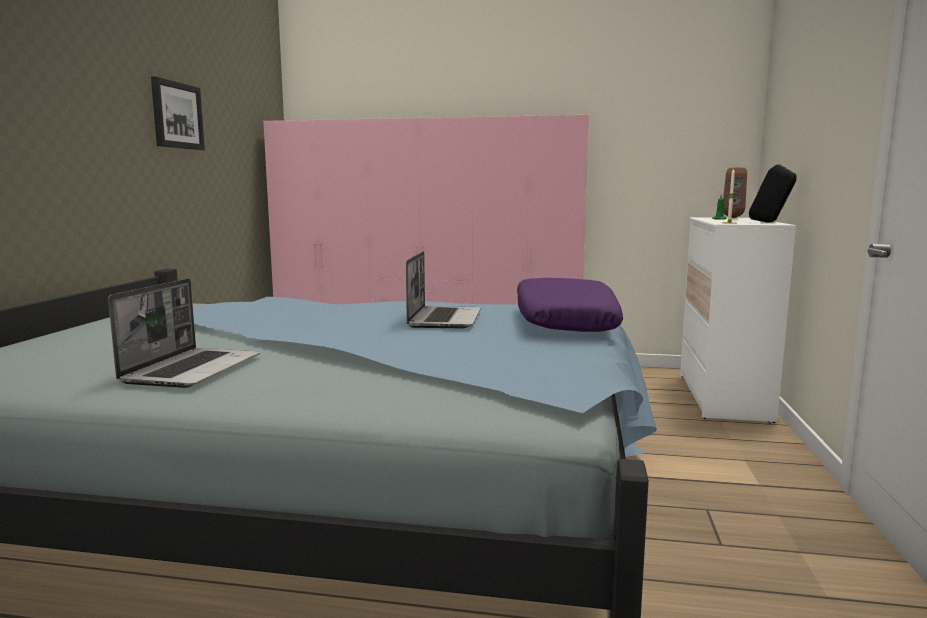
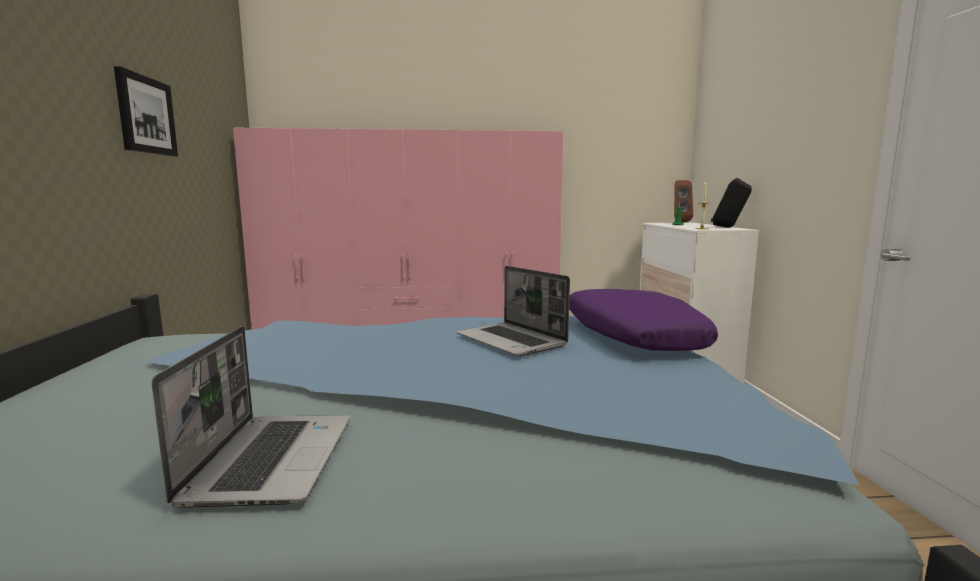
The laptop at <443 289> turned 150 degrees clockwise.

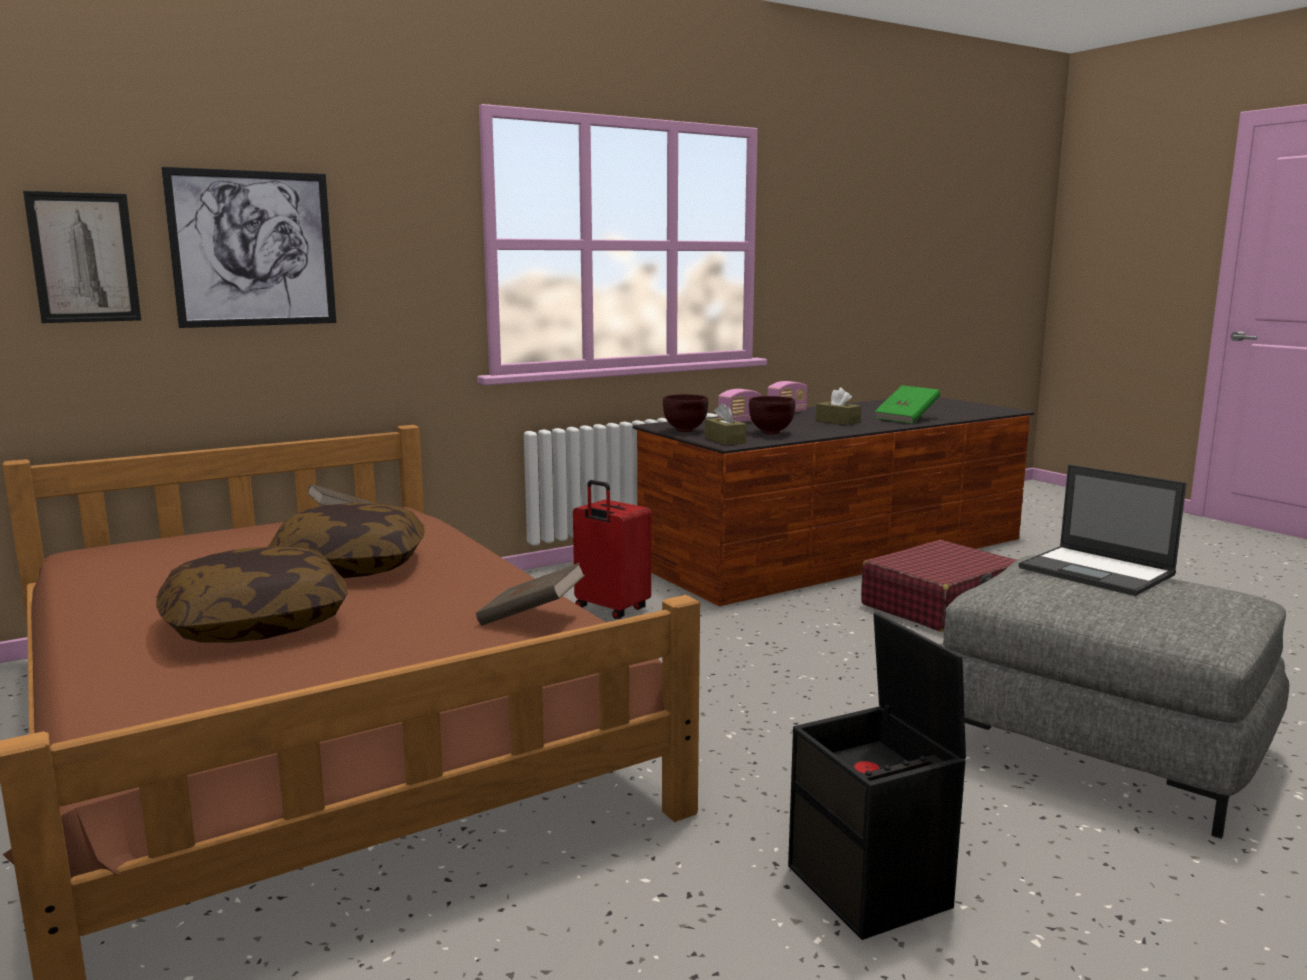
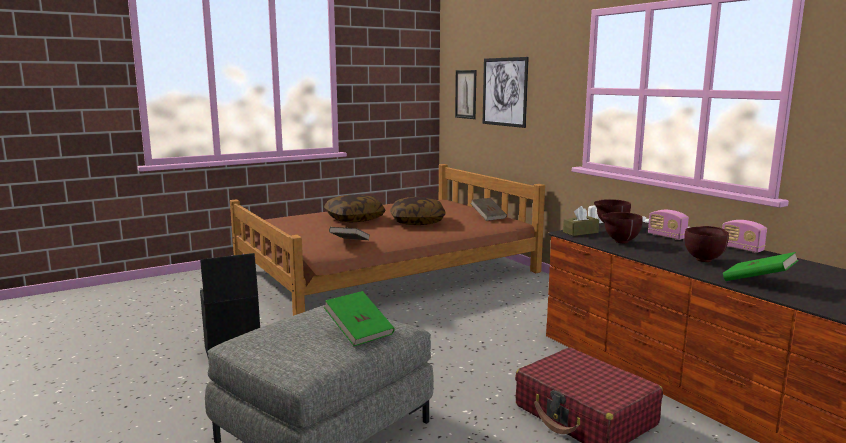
The laptop at <1103 530> was replaced by the book in green at <359 318>.
The tissue box in brown at <838 406> was replaced by the bowl in brown at <707 244>.
The suitcase in red at <612 549> disappeared.

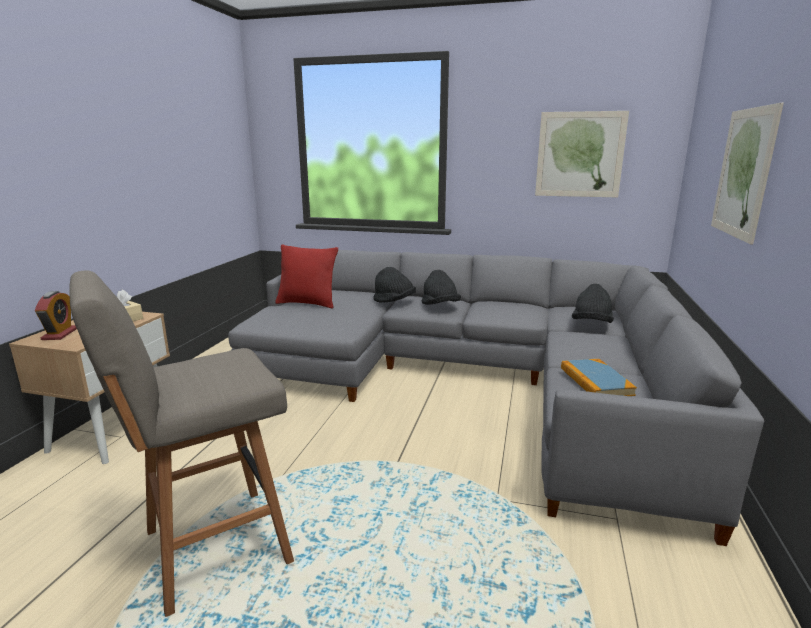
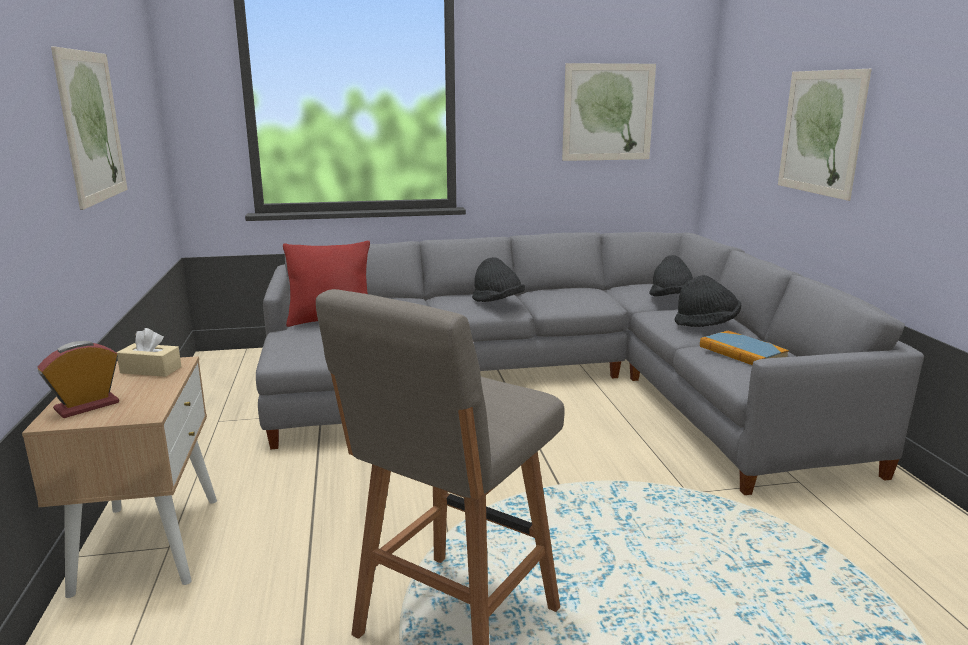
The alarm clock at <56 315> turned 105 degrees counterclockwise.
The picture at <89 128> appeared.
The hat in black moved from <394 284> to <708 301>.

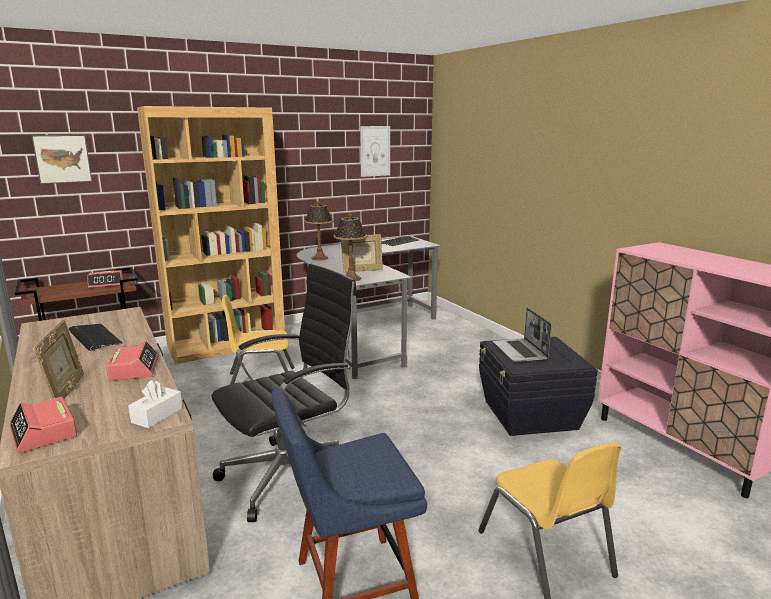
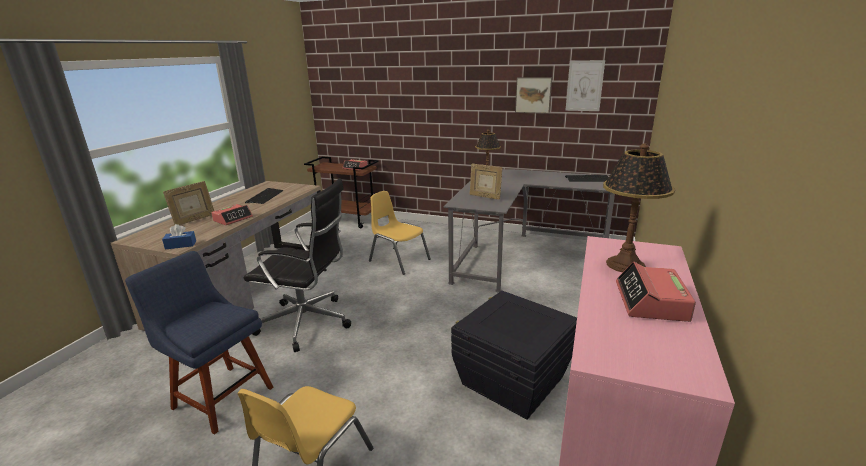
The tissue box in white at <155 404> became the tissue box in blue at <179 237>.
The picture moved from <61 159> to <533 95>.
The table lamp moved from <350 247> to <639 208>.
The alarm clock moved from <43 425> to <656 292>.
The bookcase in brown at <211 235> disappeared.
The laptop at <522 334> disappeared.

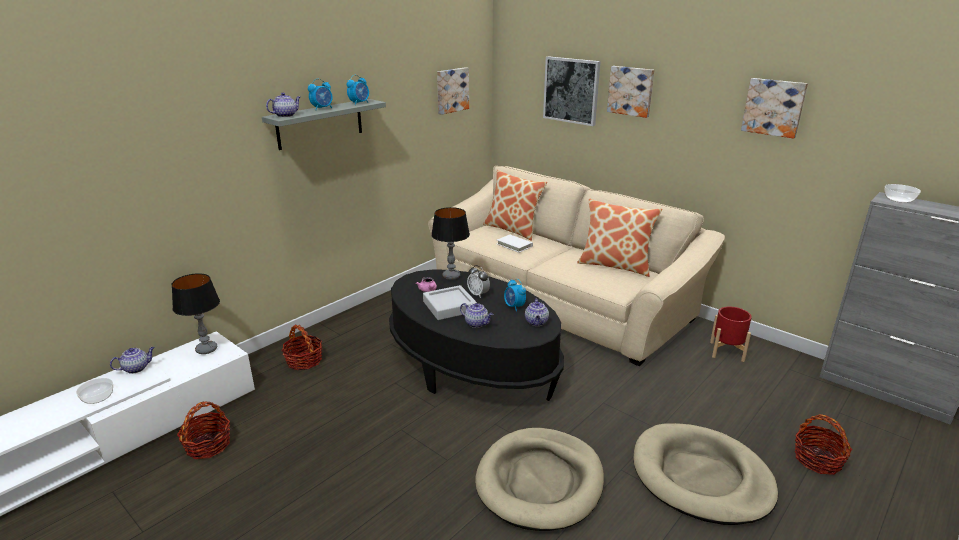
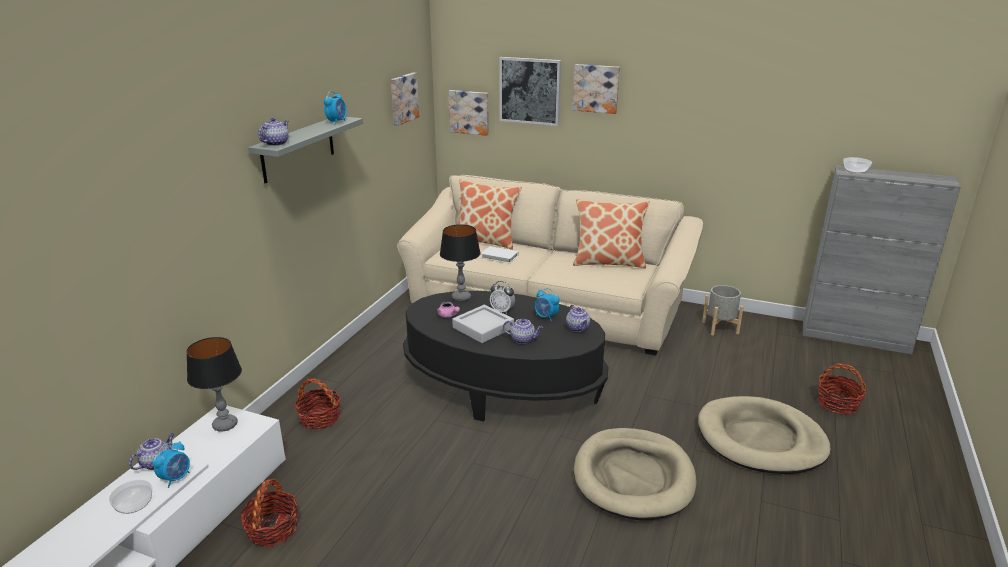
The alarm clock moved from <320 94> to <171 464>.
The picture moved from <774 108> to <468 113>.
The planter in red at <731 334> became the planter in grey at <723 310>.

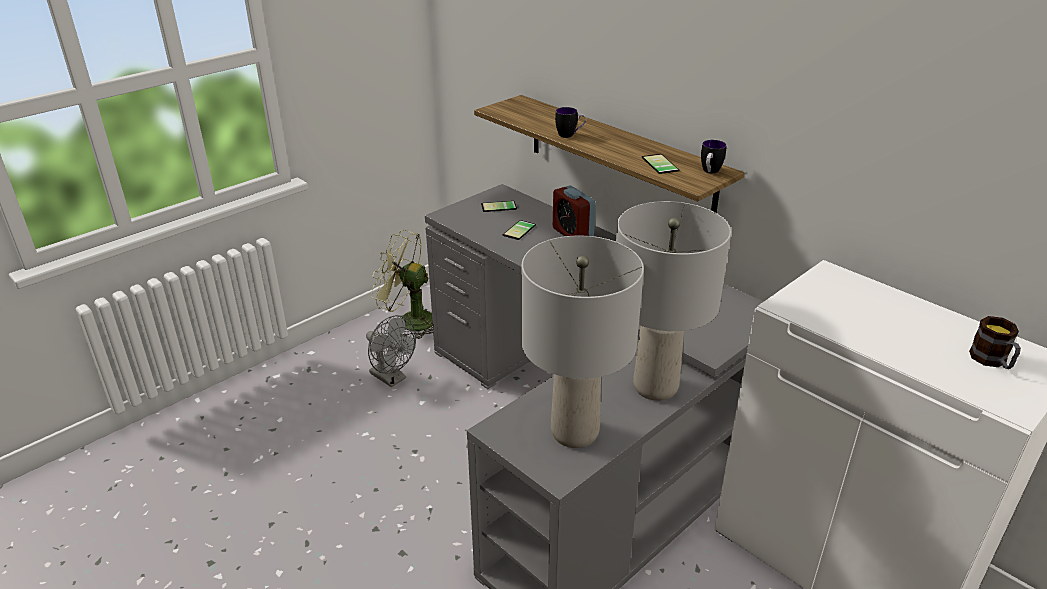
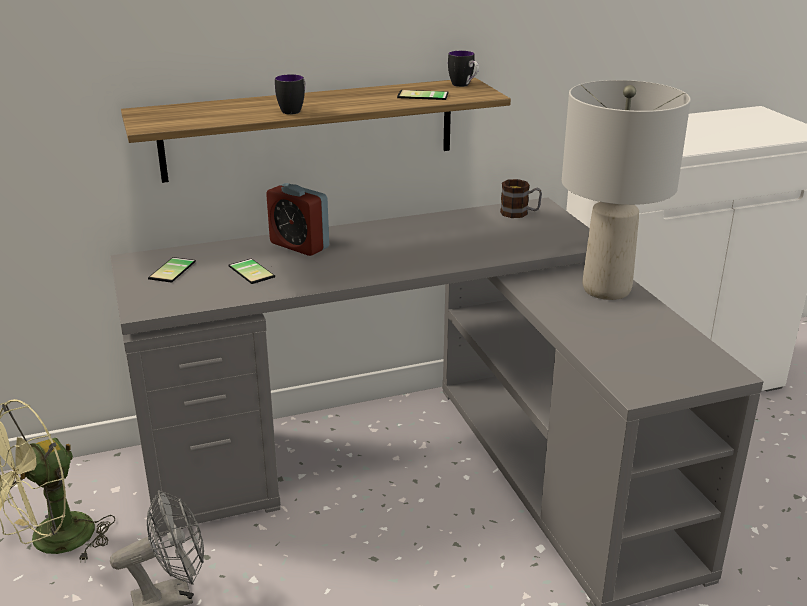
The alarm clock at <574 211> turned 45 degrees clockwise.
The mug moved from <995 342> to <521 198>.
The table lamp in grey at <583 342> disappeared.

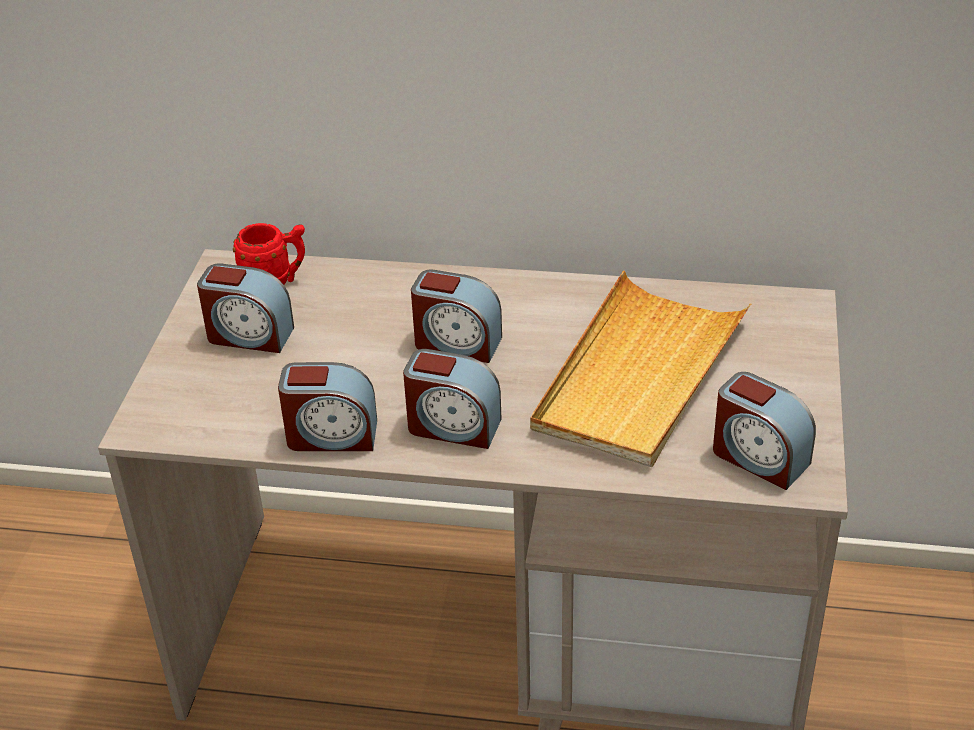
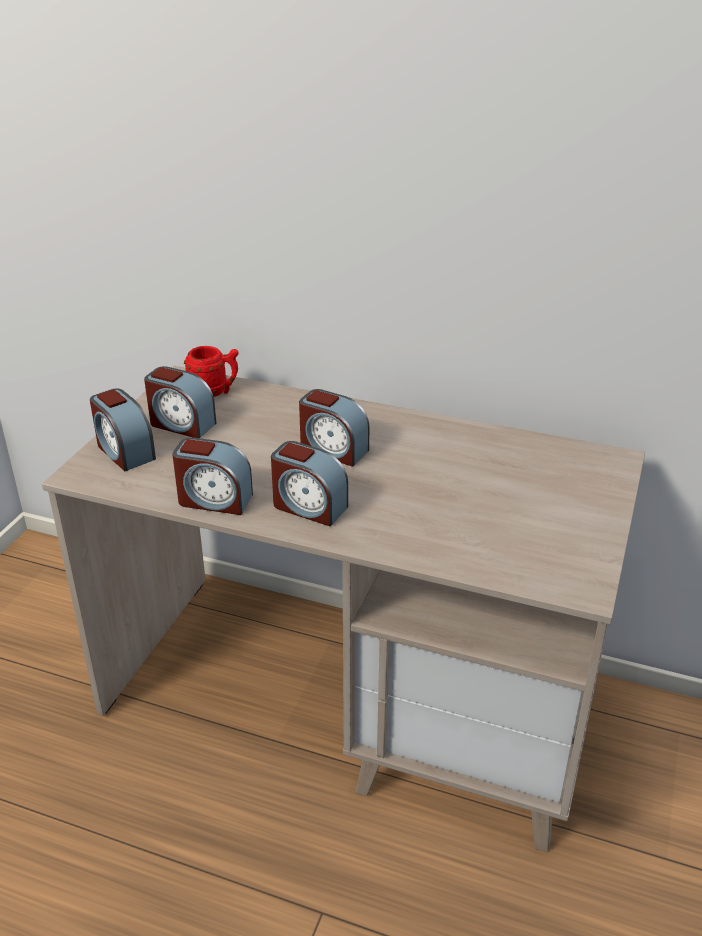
The alarm clock moved from <764 431> to <123 429>.
The tray in beige at <640 369> disappeared.

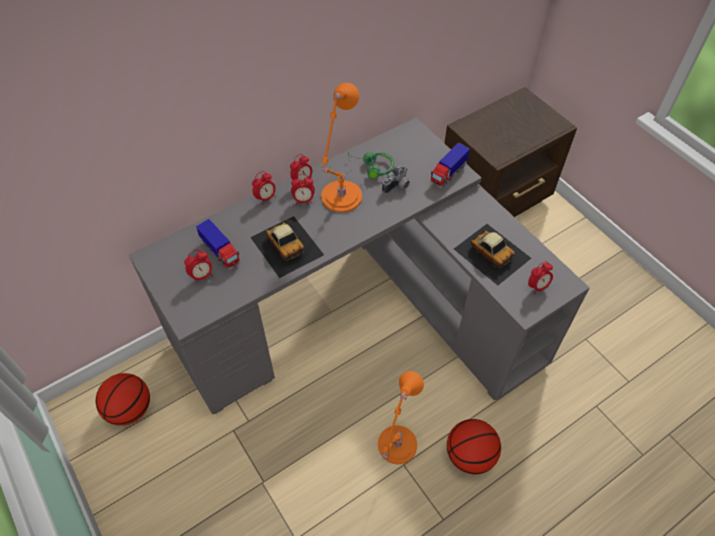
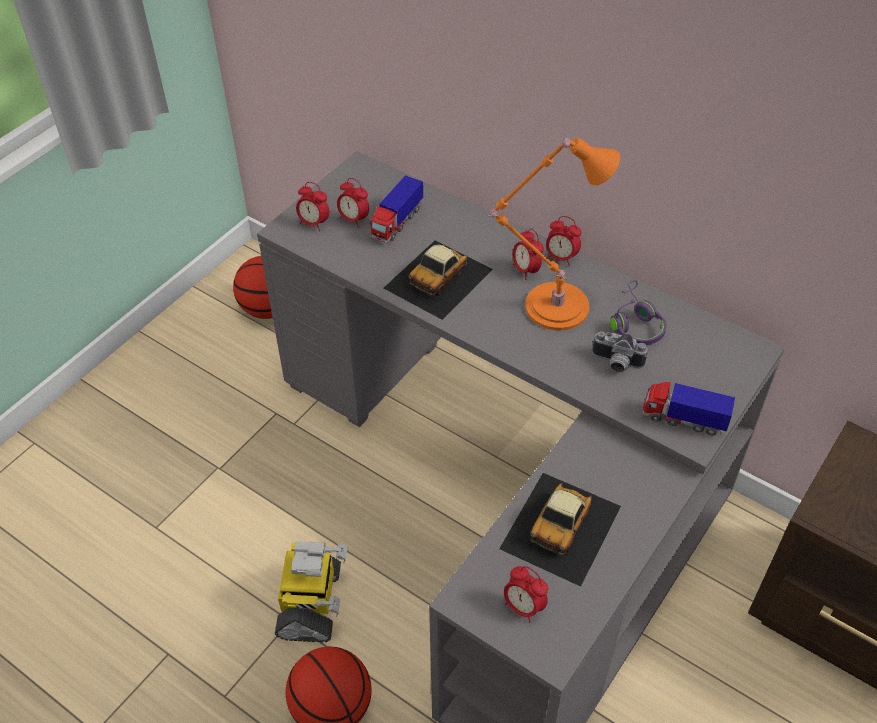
The table lamp in orange at <401 417> was replaced by the toy robot at <311 591>.
The alarm clock moved from <264 188> to <312 206>.
The headphones in green at <371 165> became the headphones in purple at <638 312>.

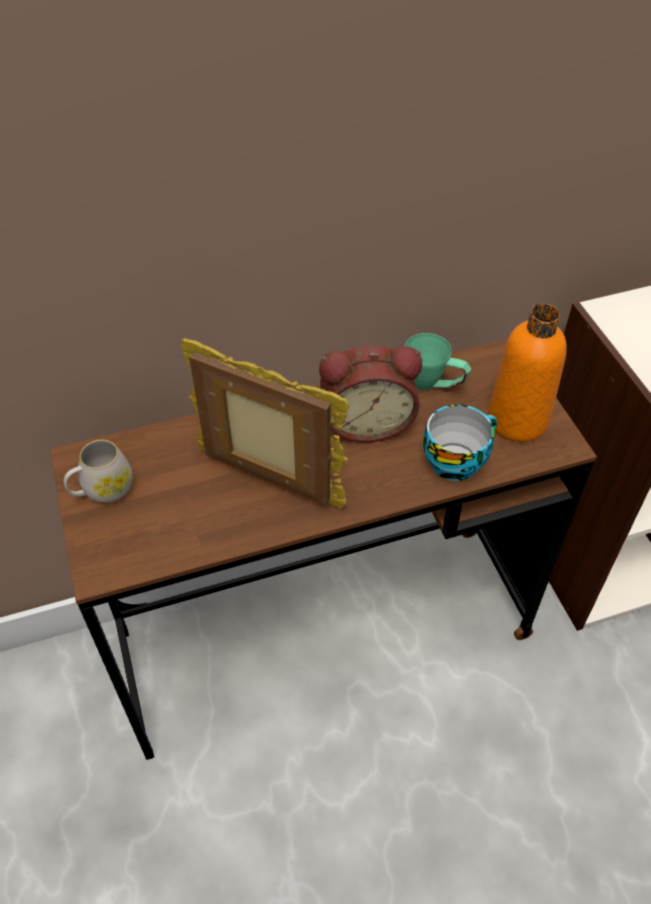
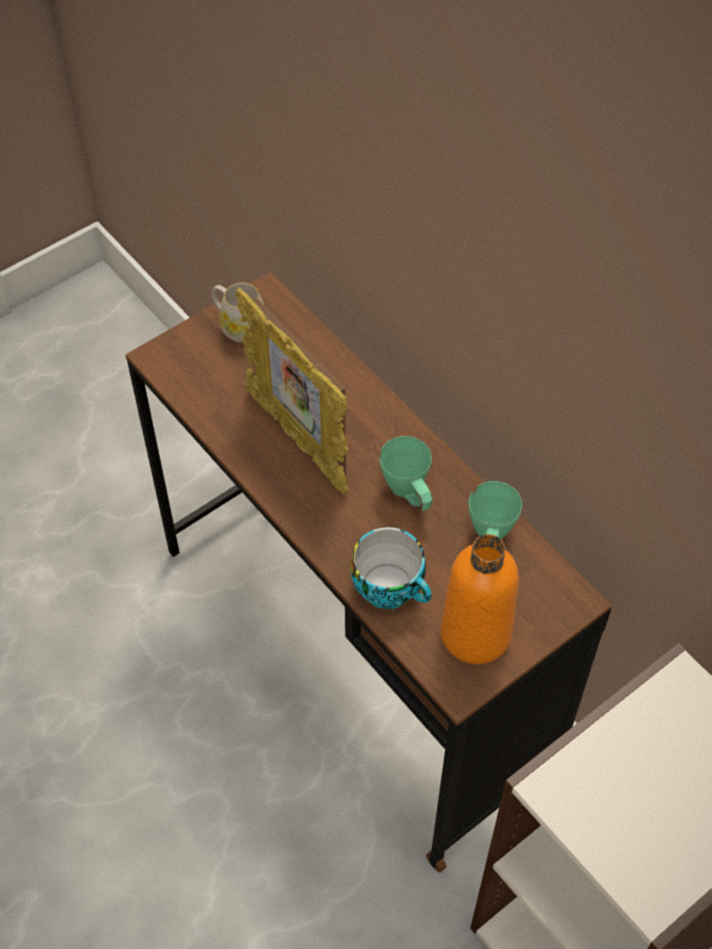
The picture frame at <265 423> turned 135 degrees clockwise.
The alarm clock at <370 394> was replaced by the mug in green at <406 473>.

